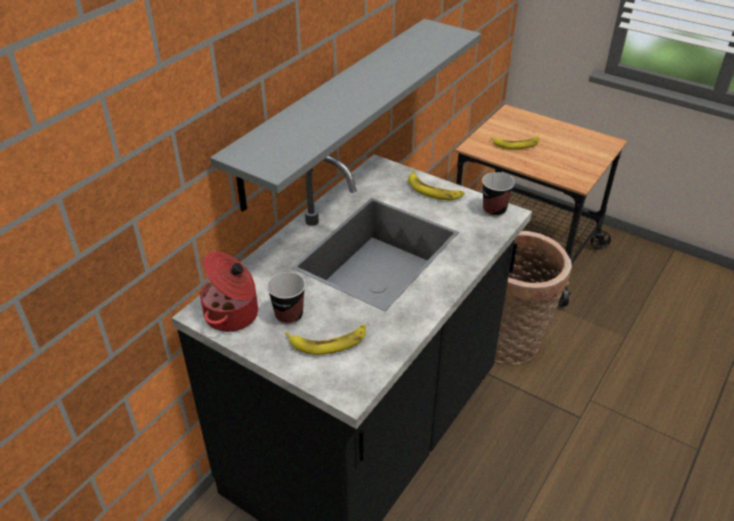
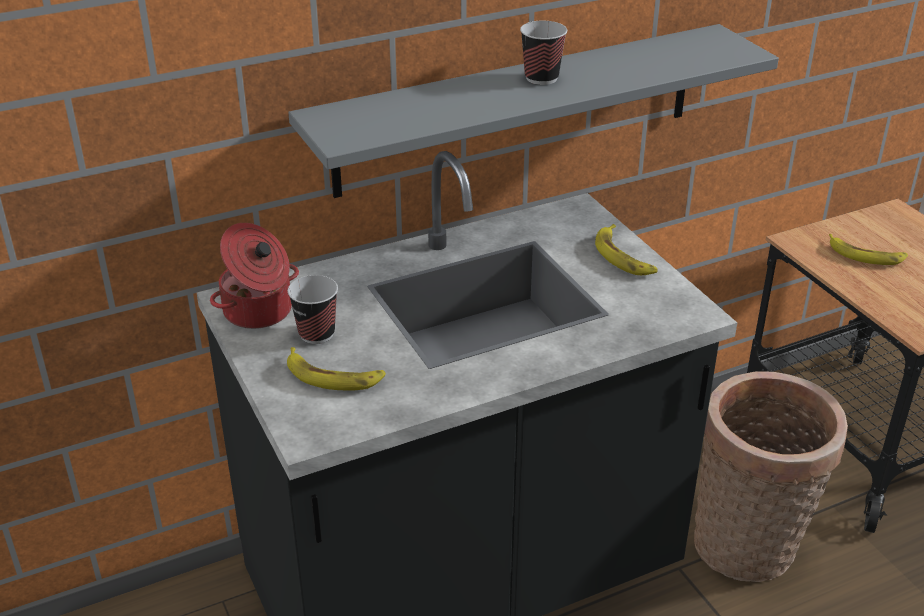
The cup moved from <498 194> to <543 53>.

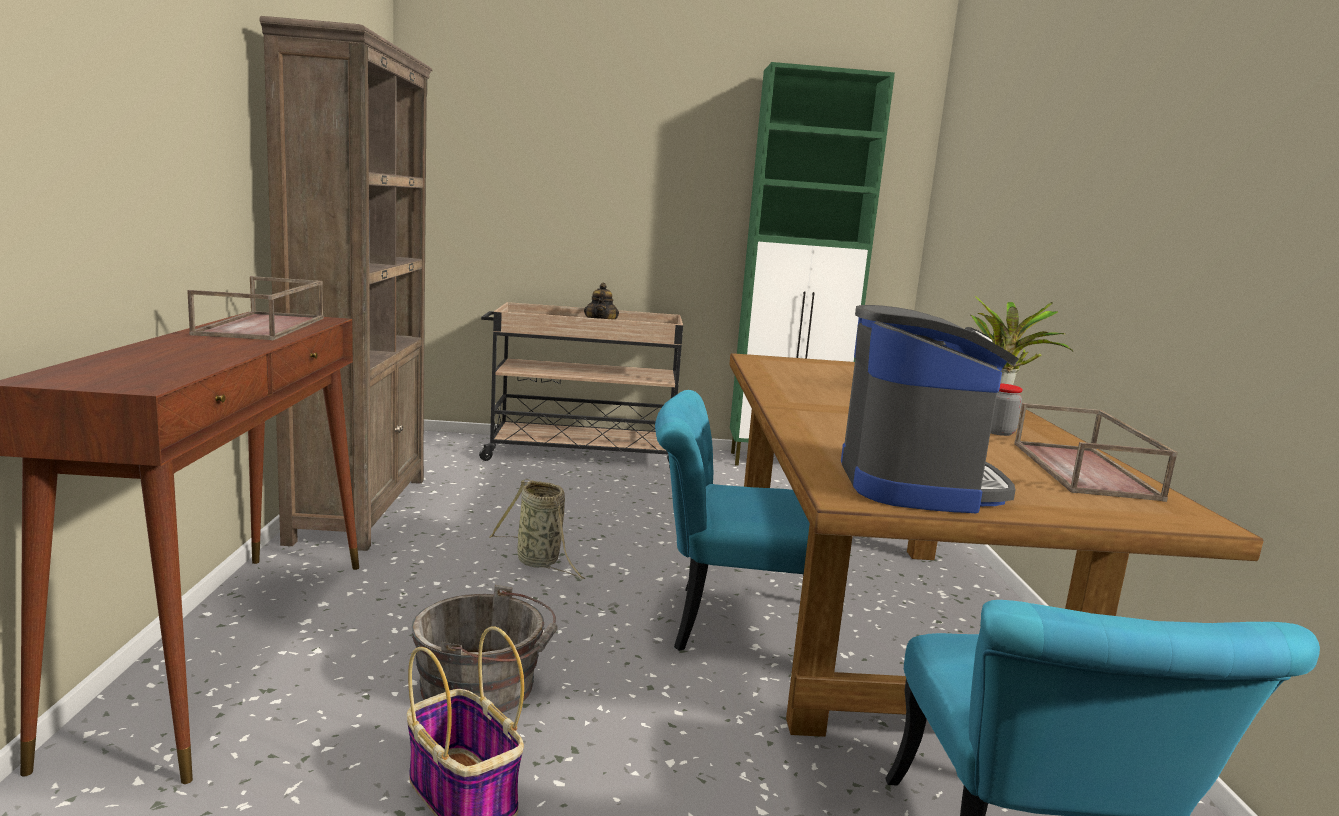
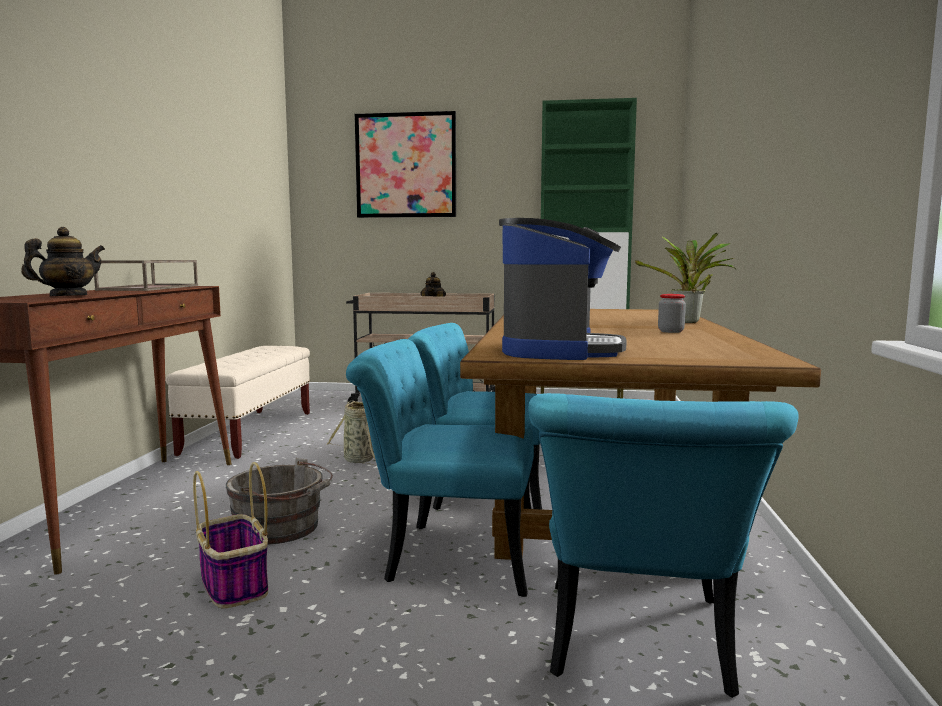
The teapot at <63 261> appeared.
The bookcase in brown at <346 283> was replaced by the bench in beige at <238 402>.
The chair in turquoise at <440 468> appeared.
The picture at <405 164> appeared.
The tray in brown at <1096 452> disappeared.

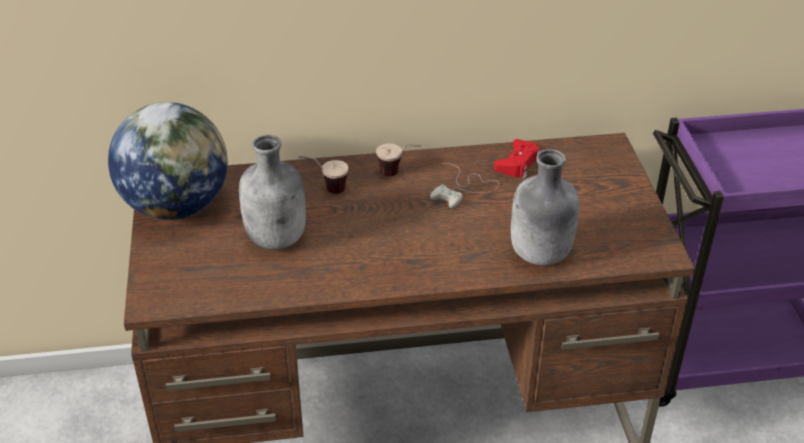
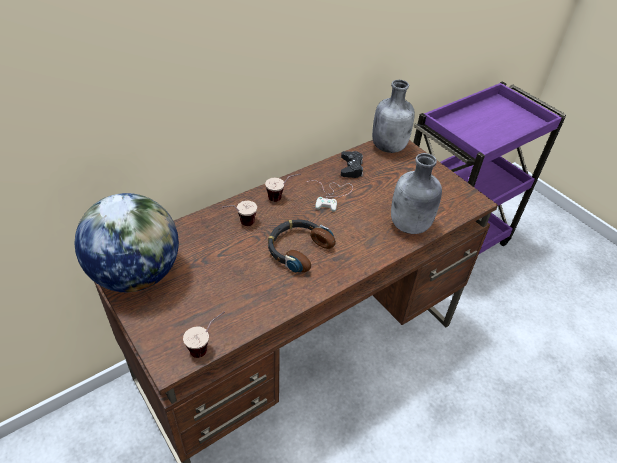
The cup at <204 334> appeared.
The headphones at <302 246> appeared.
The game controller in red at <517 158> became the game controller in black at <352 164>.
The bottle in grey moved from <272 192> to <393 116>.

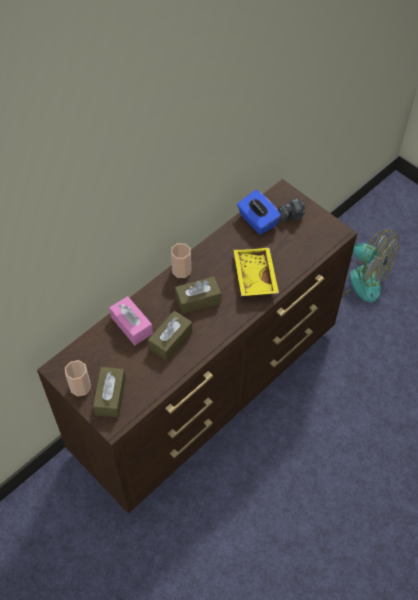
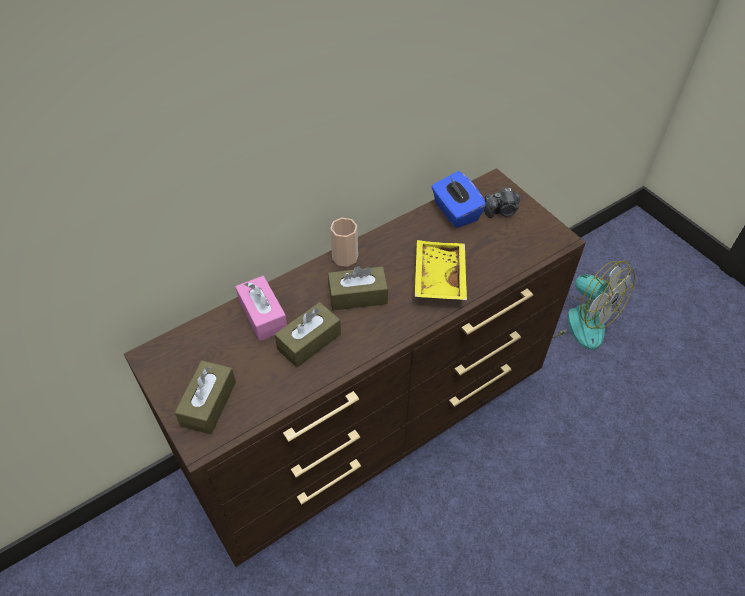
The cup at <78 378> disappeared.

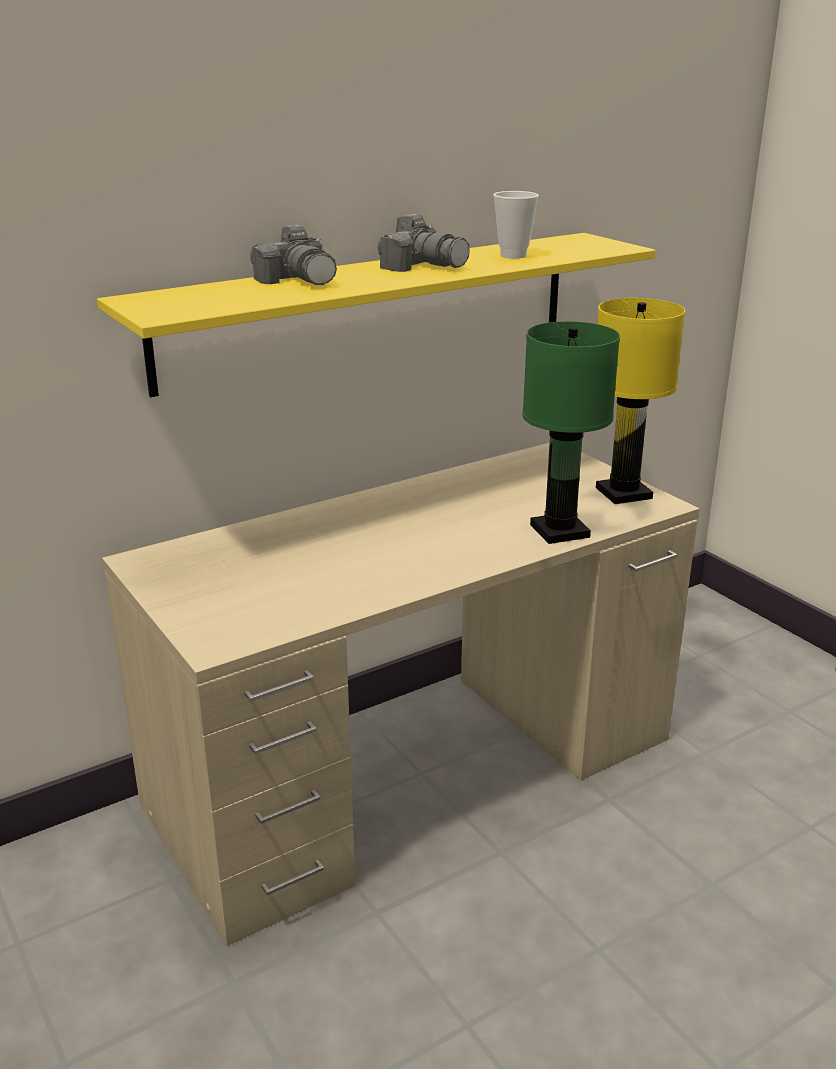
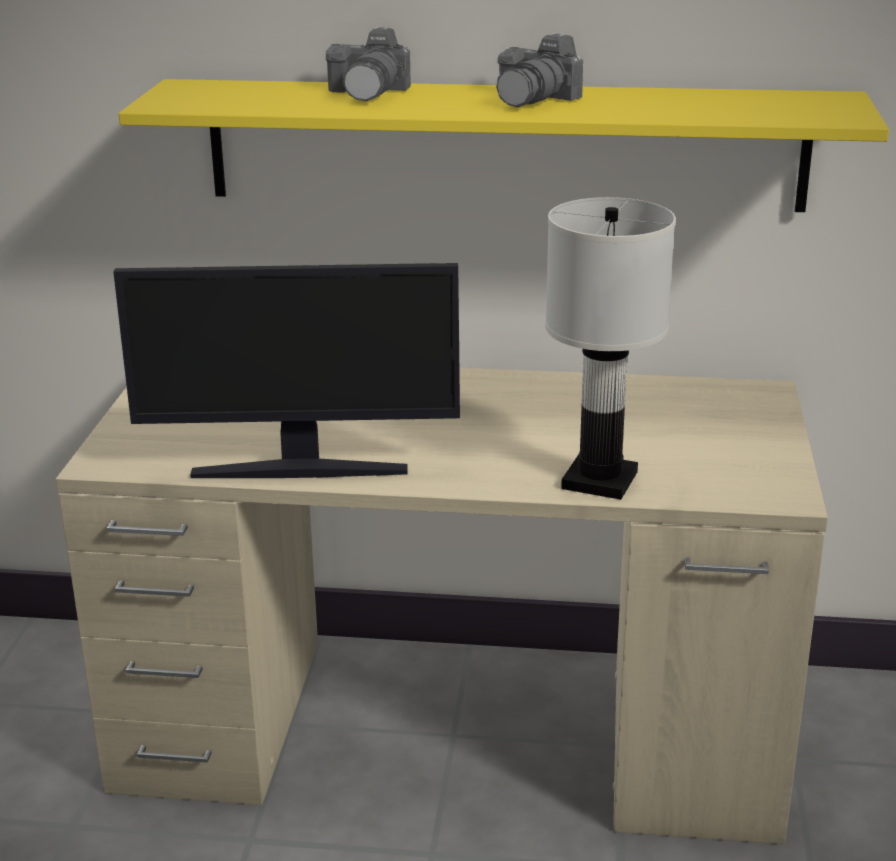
The monitor at <286 370> appeared.
The photo camera at <424 243> turned 45 degrees clockwise.
The table lamp in green at <571 432> became the table lamp in white at <610 348>.
The cup at <516 225> disappeared.
The table lamp in yellow at <640 401> disappeared.

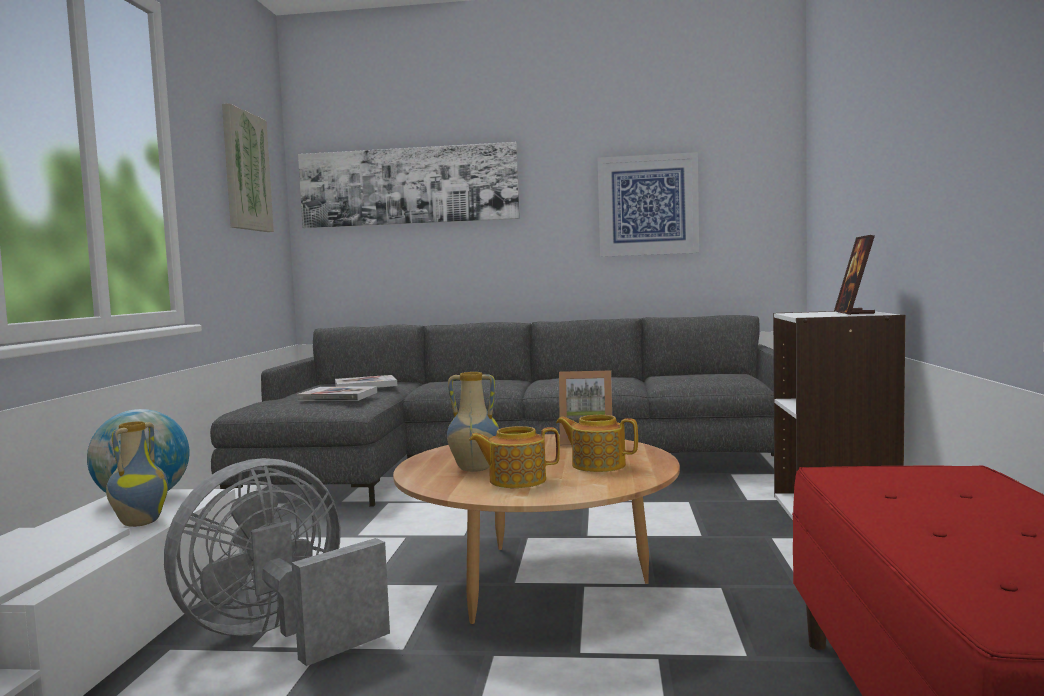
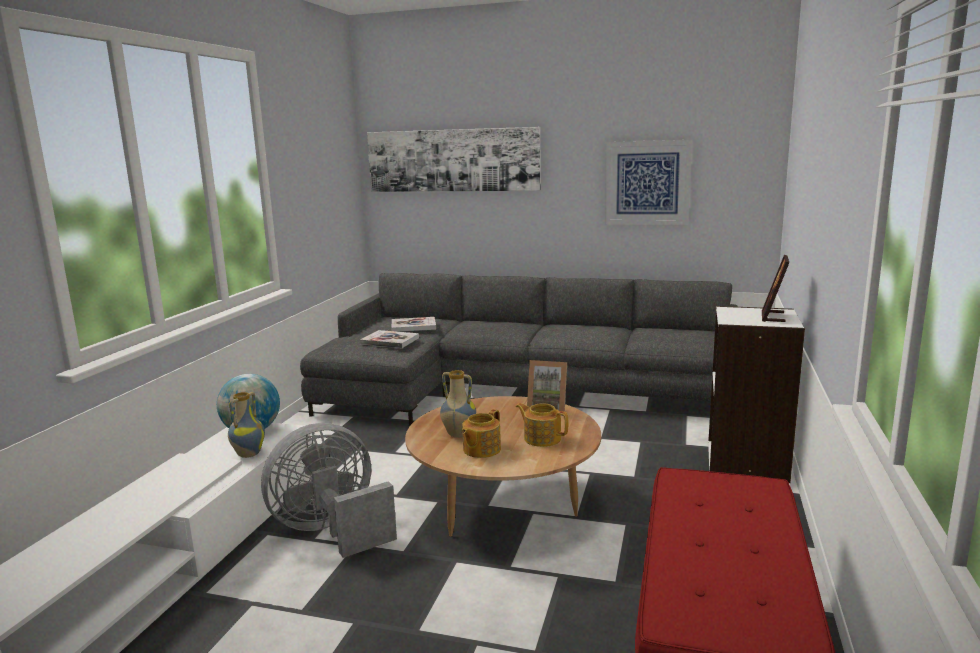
The teapot at <514 457> turned 60 degrees counterclockwise.
The picture at <248 167> disappeared.

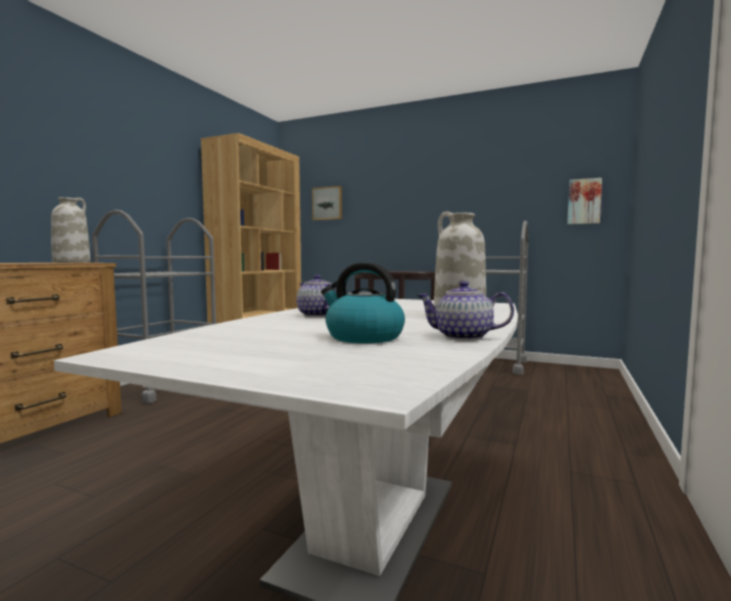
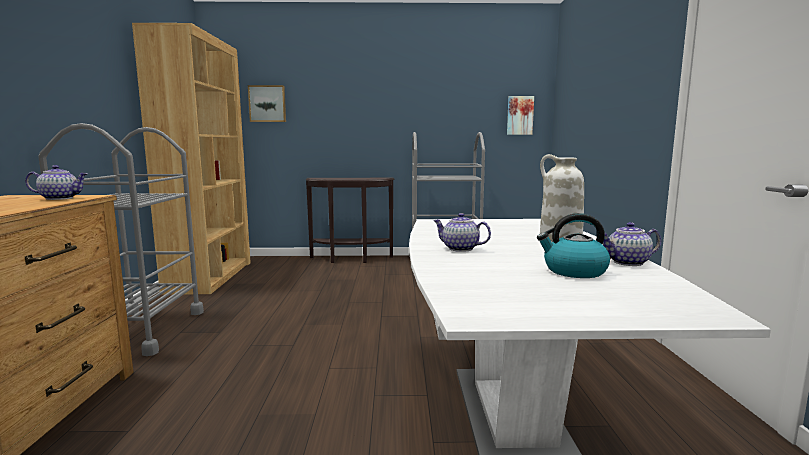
The vase in white at <71 230> was replaced by the teapot at <56 182>.

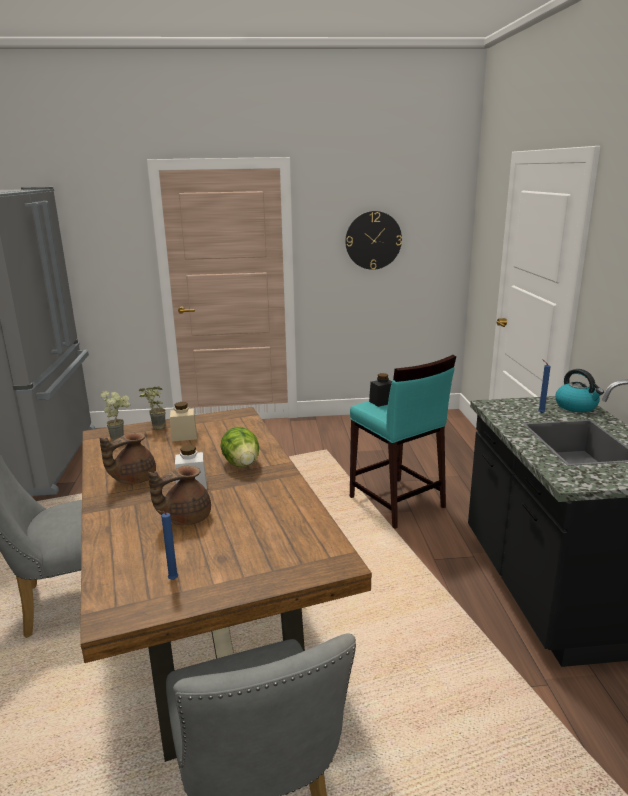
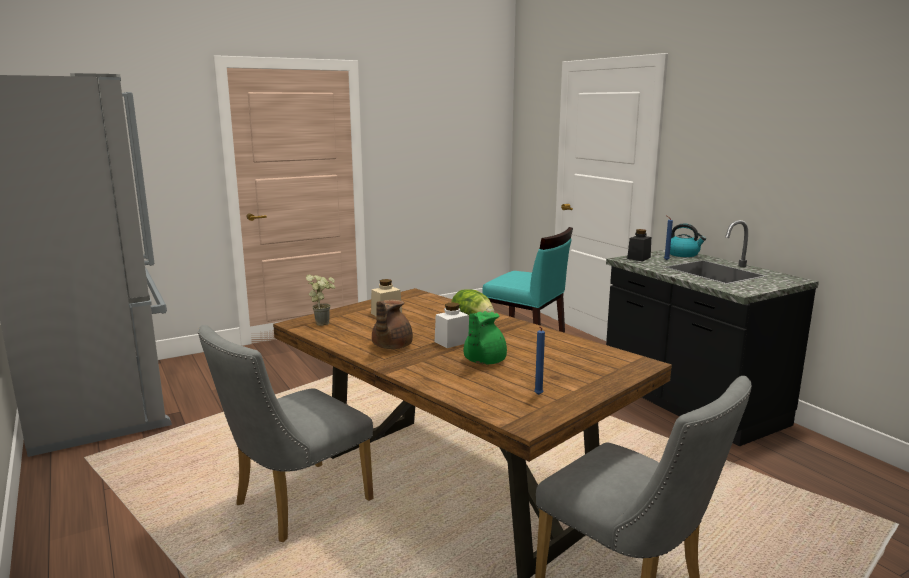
The teapot in brown at <179 495> became the teapot in green at <485 337>.
The jar in black moved from <380 390> to <639 245>.
The potted plant at <152 408> disappeared.
The wall clock at <373 240> disappeared.

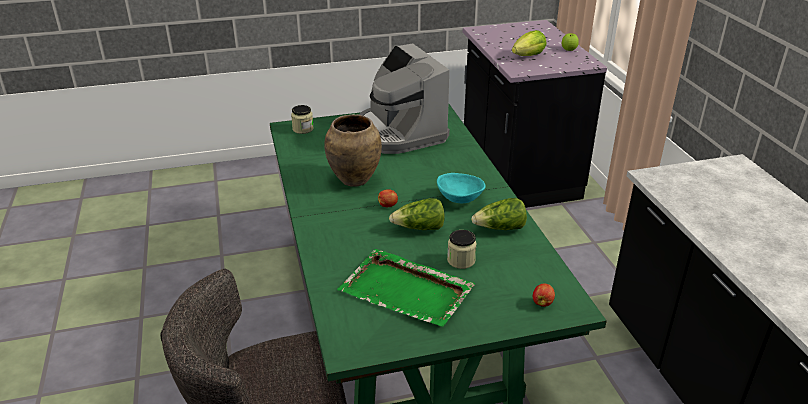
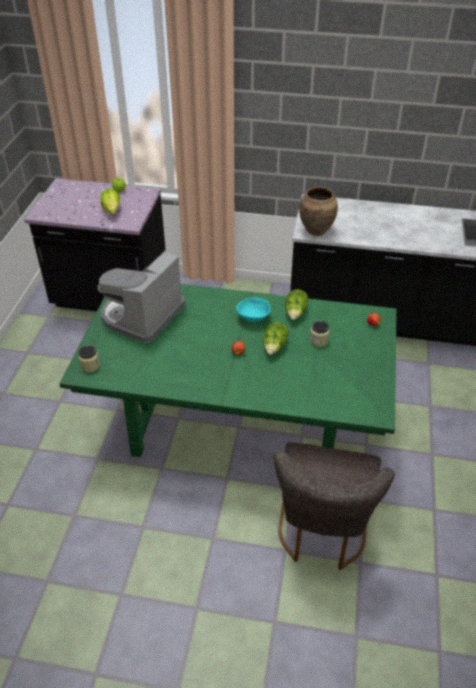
The coffee machine at <404 99> turned 120 degrees clockwise.
The vase in brown moved from <353 150> to <318 211>.
The tray in green at <406 288> disappeared.

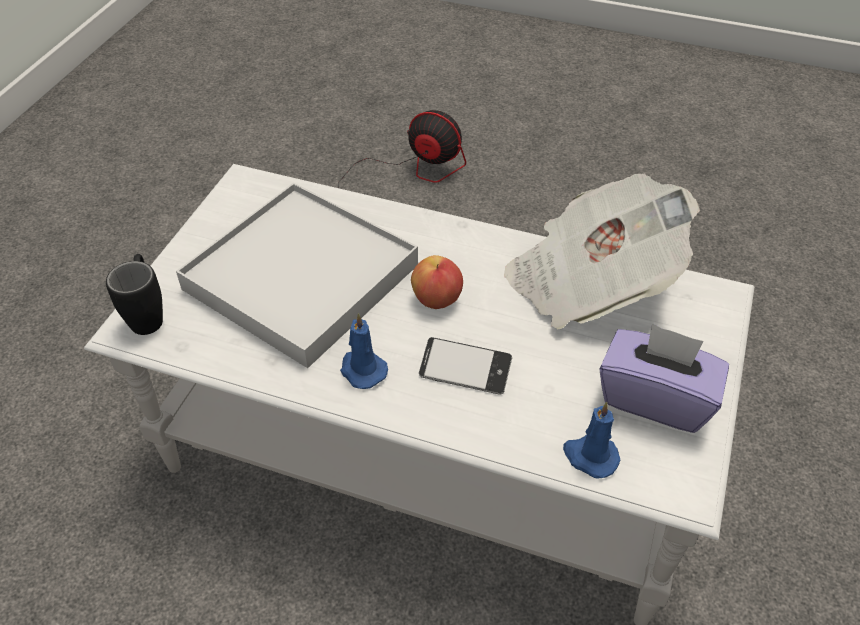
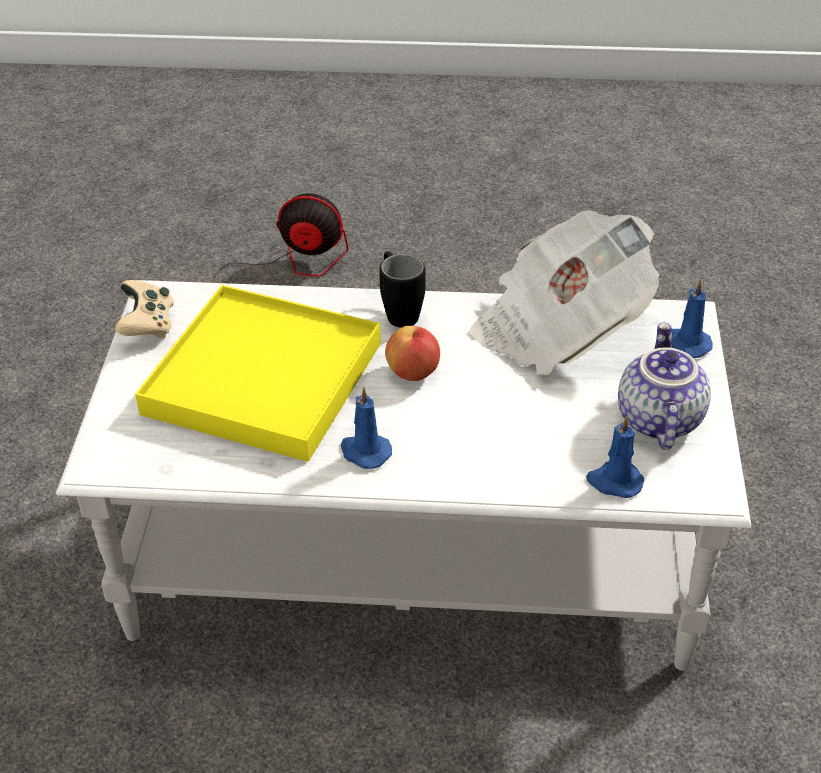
The game controller in beige at <144 309> appeared.
The tray in white at <297 275> became the tray in yellow at <258 373>.
The mug in black moved from <134 294> to <402 289>.
The tissue box in purple at <664 378> was replaced by the teapot at <664 386>.
The candle in blue at <692 318> appeared.
The phone at <465 366> disappeared.

